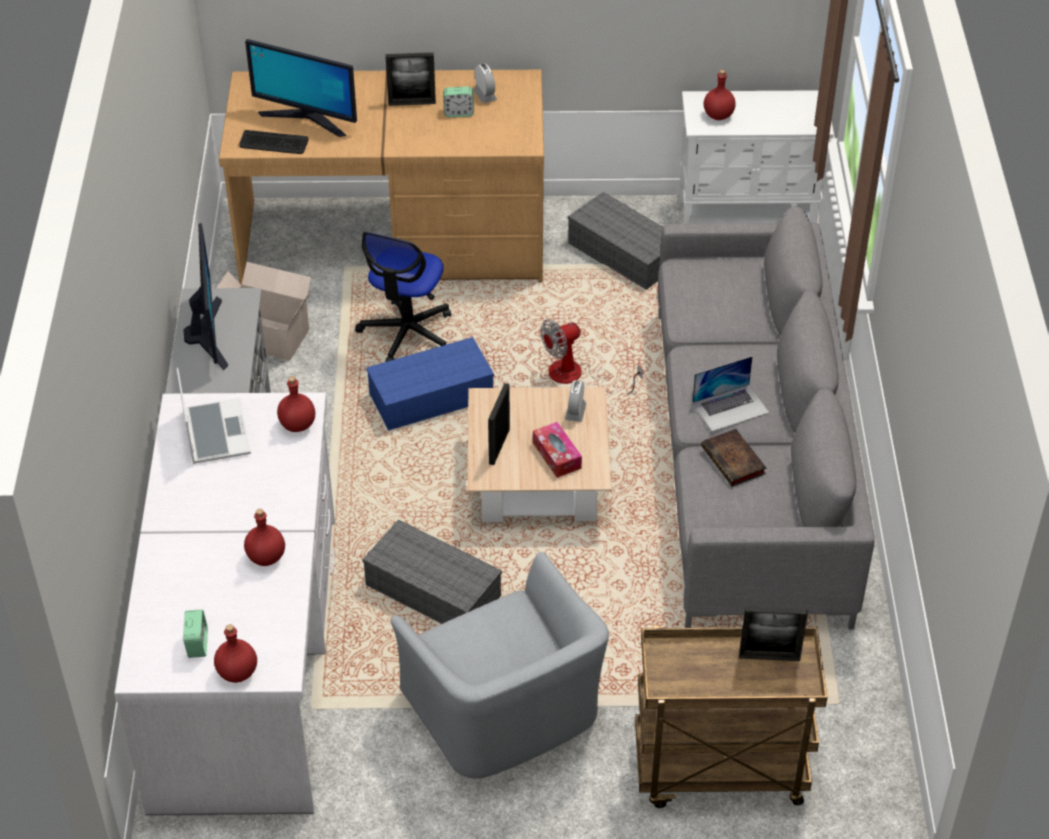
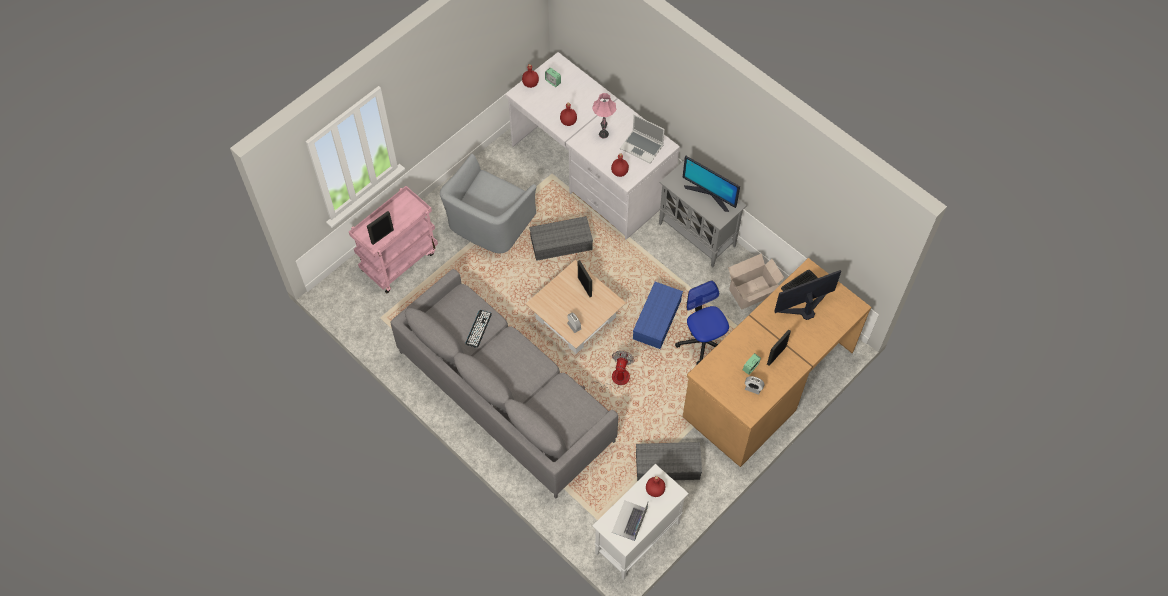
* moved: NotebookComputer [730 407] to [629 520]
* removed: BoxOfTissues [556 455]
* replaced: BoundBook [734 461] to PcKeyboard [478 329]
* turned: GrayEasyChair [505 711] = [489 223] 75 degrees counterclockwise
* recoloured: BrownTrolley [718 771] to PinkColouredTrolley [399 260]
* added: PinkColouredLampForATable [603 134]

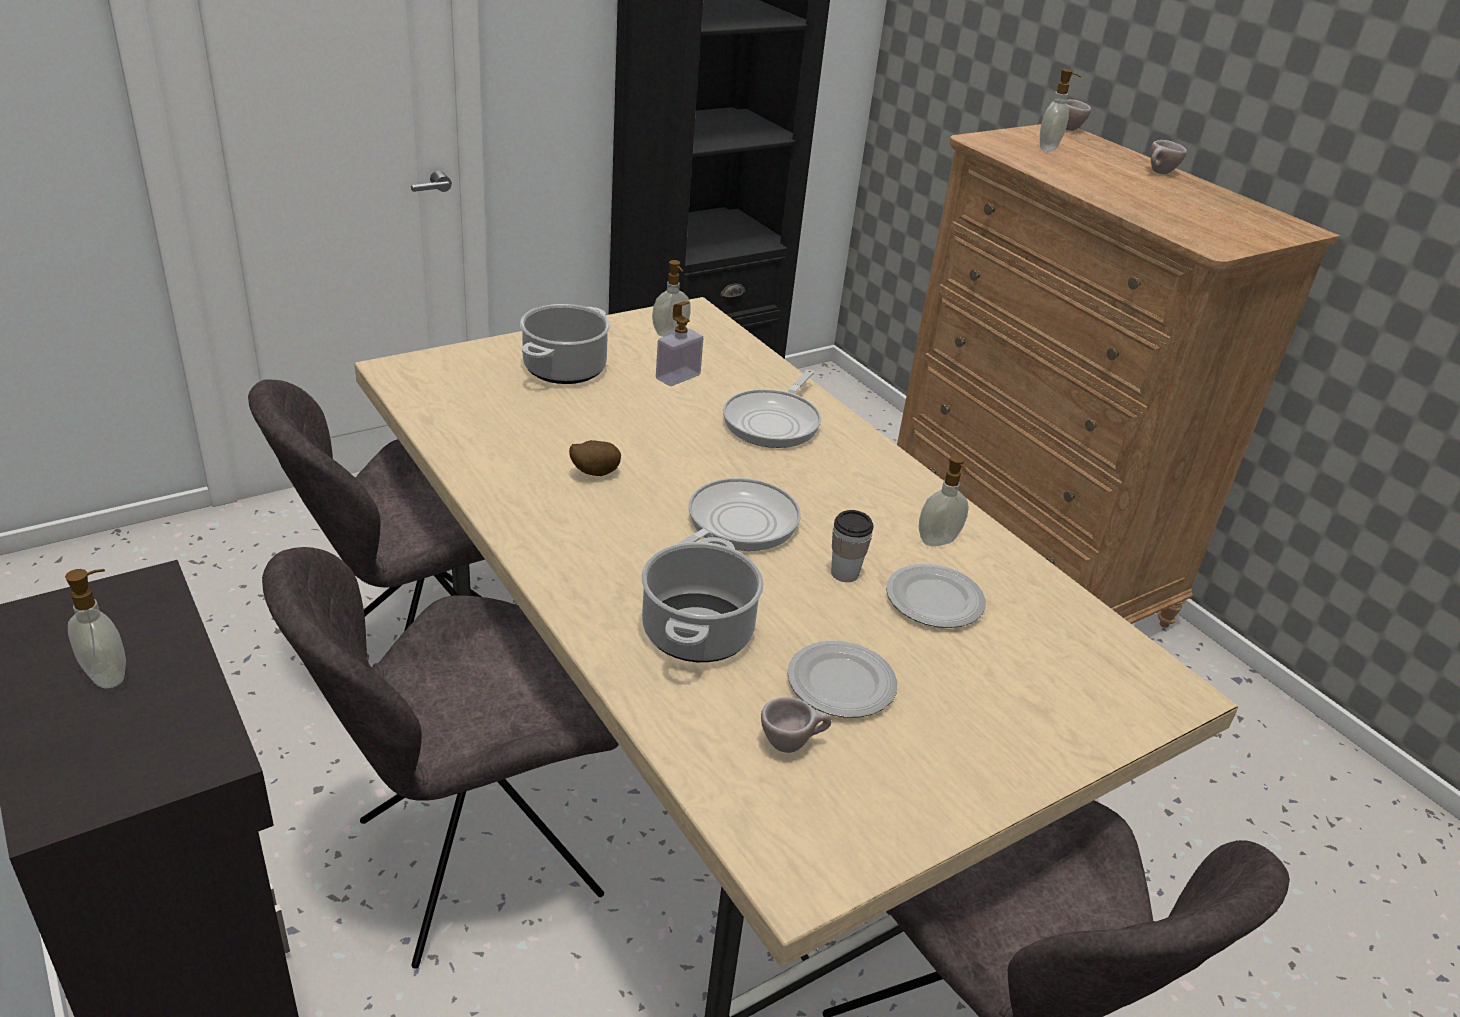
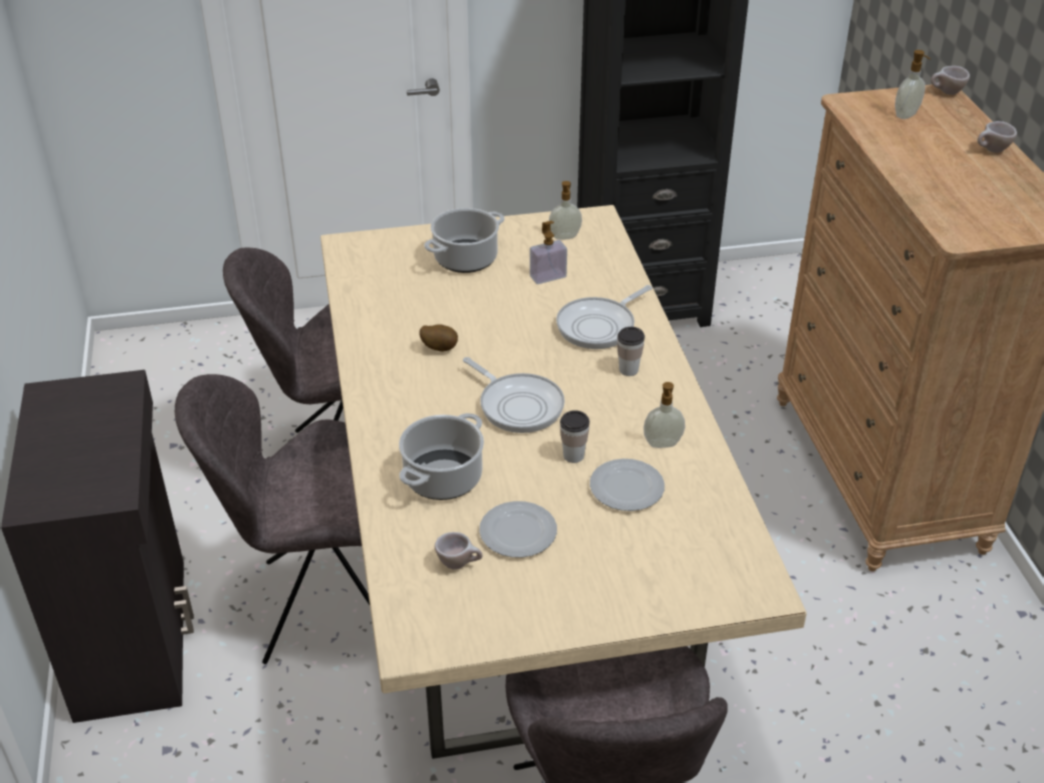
* turned: Pan [737 525] = [518 405] 75 degrees clockwise
* removed: LiquidSoapBottle [108 674]
* added: Cup [628 370]

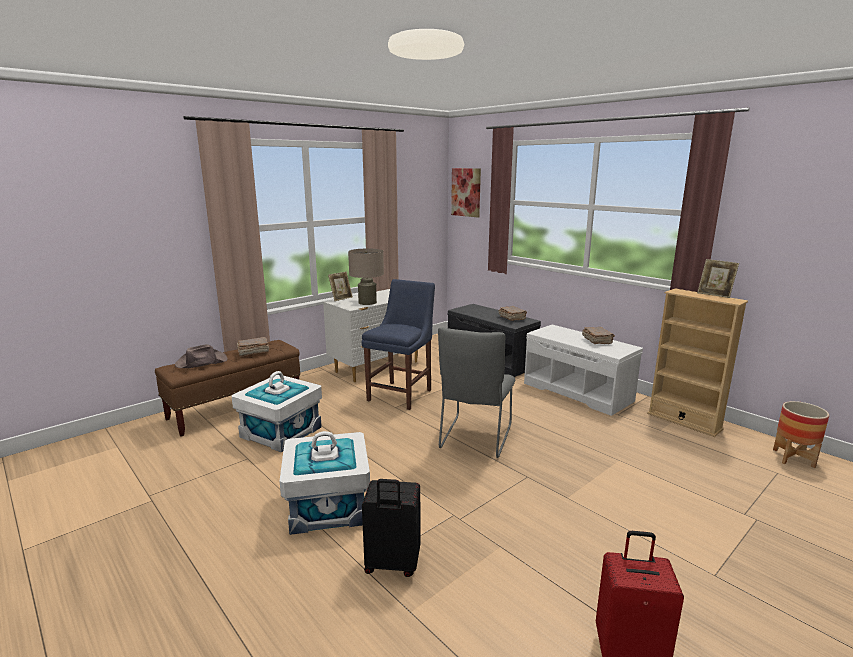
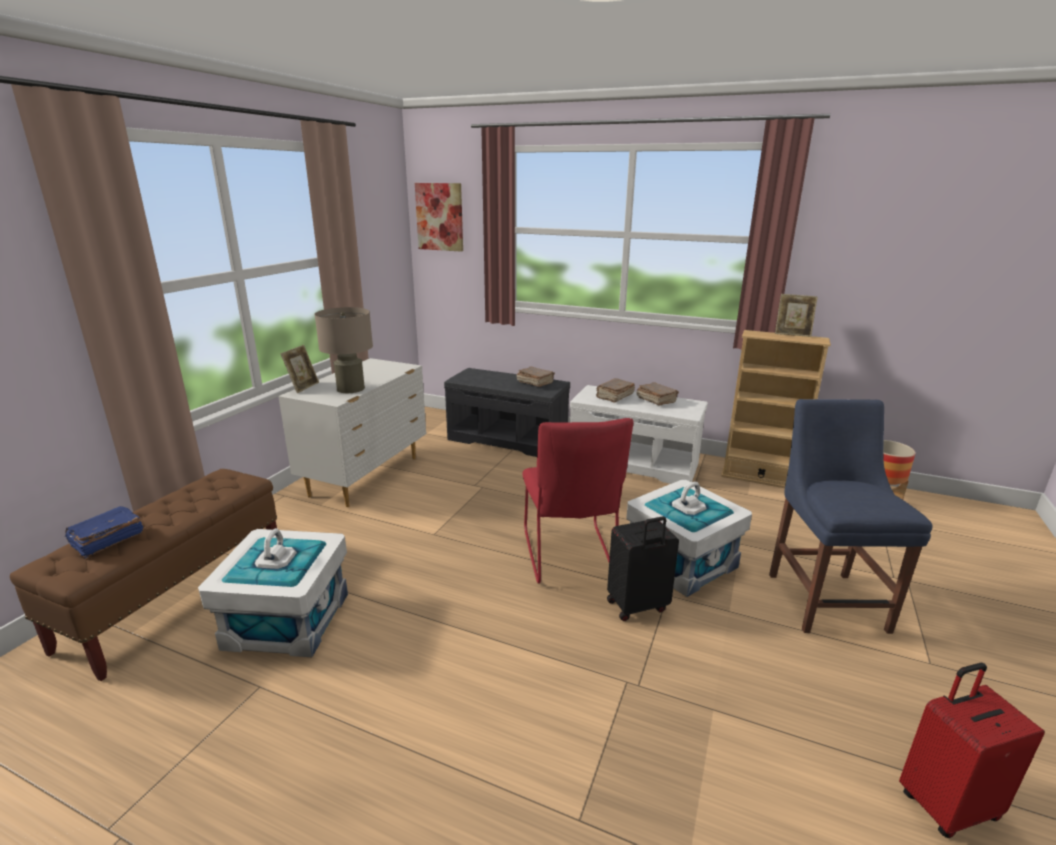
* moved: BlueColouredPlainChair [401 394] to [824 598]
* recoloured: GrayPlainChair [475 439] to RedColouredPlainChair [569 557]
* moved: BrownBoundBook [253 352] to [614 396]
* replaced: BrownClothingHat [201 362] to BlueColouredBoundBook [106 541]
* moved: WhiteColouredStorageBin [328 505] to [681 561]
* moved: BlackishSuitcase [392 565] to [637 606]

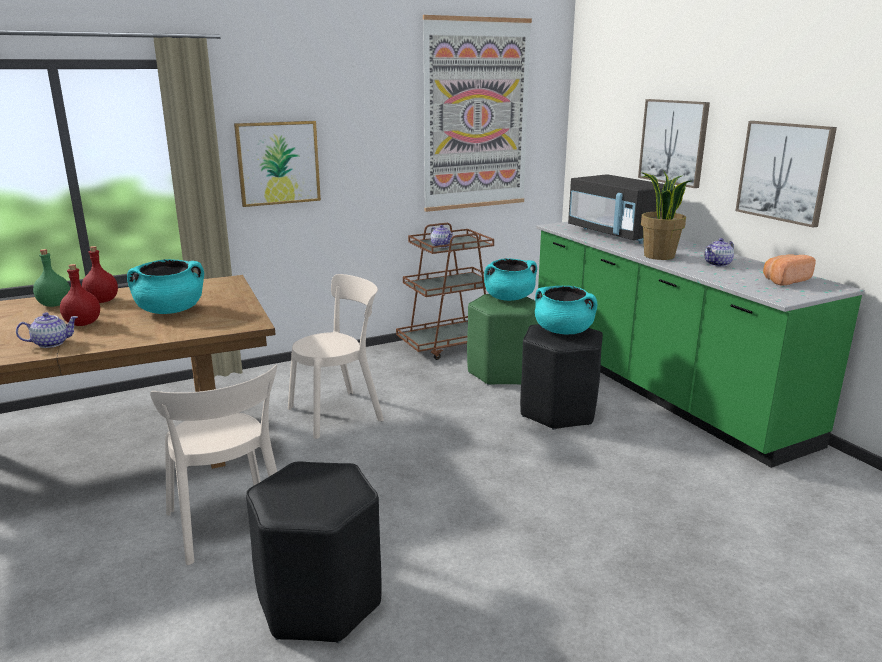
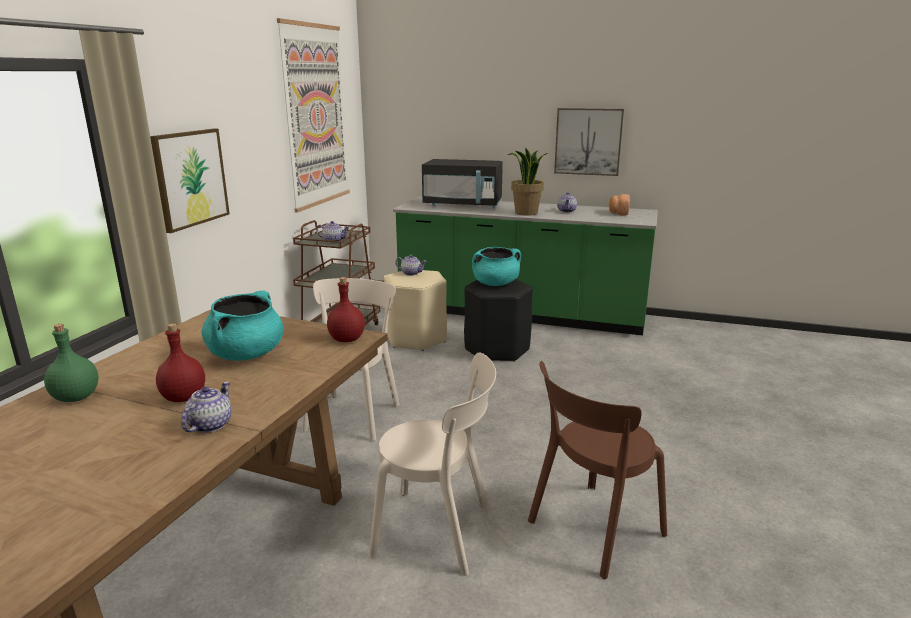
* removed: Picture [673 142]
* moved: RedColouredBeverageBottle [102 301] to [347 339]
* replaced: BlueGreenStockpot [509 298] to TeaPot [411 273]
* recoloured: GreenColouredStool [502 372] to BeigeStool [416 339]
* replaced: BlackishStool [319 601] to BrownPlainChair [592 530]

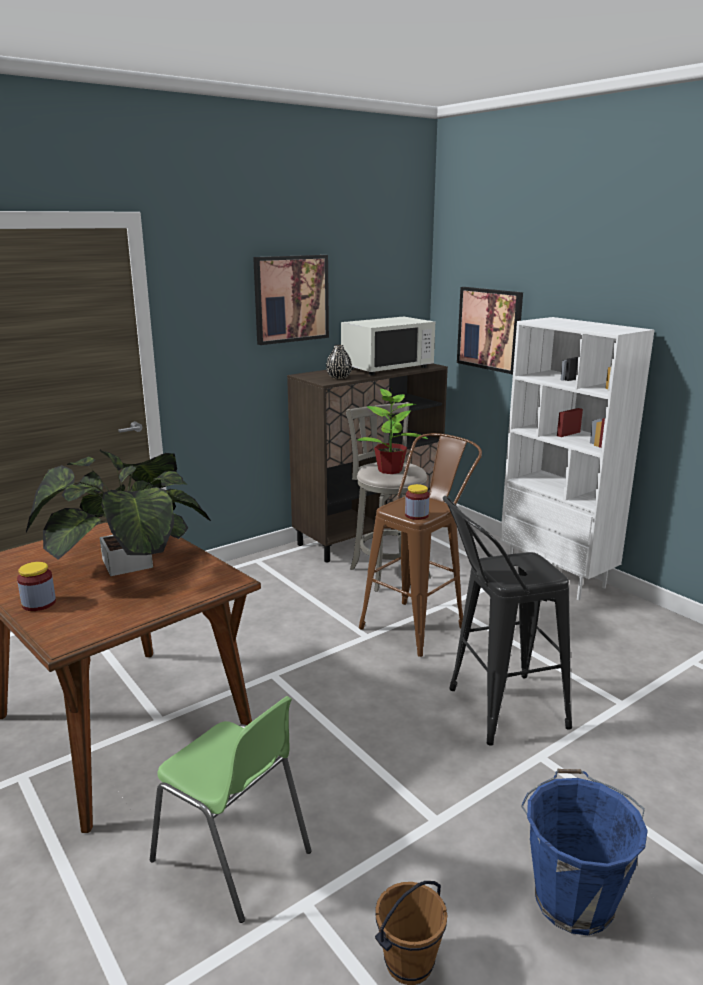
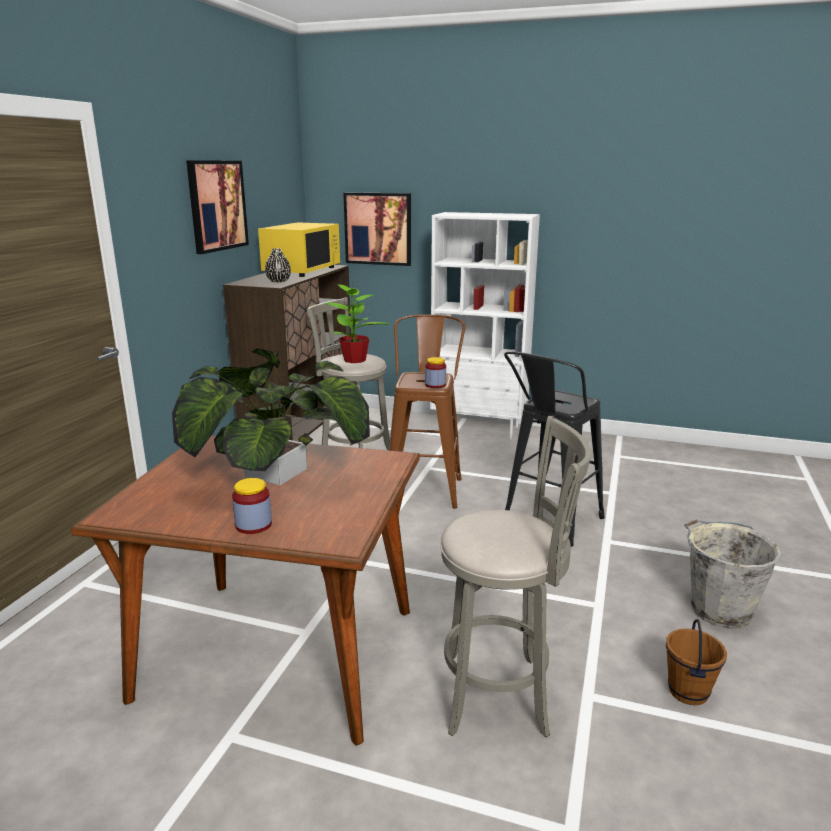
* recoloured: WhiteColouredKitchenMicrowave [387 368] to YellowColouredKitchenMicrowave [302 271]
* replaced: GreenColouredPlainChair [233 857] to GrayStool [501 695]
* recoloured: BlueColouredBucket [573 897] to GrayBucket [718 609]

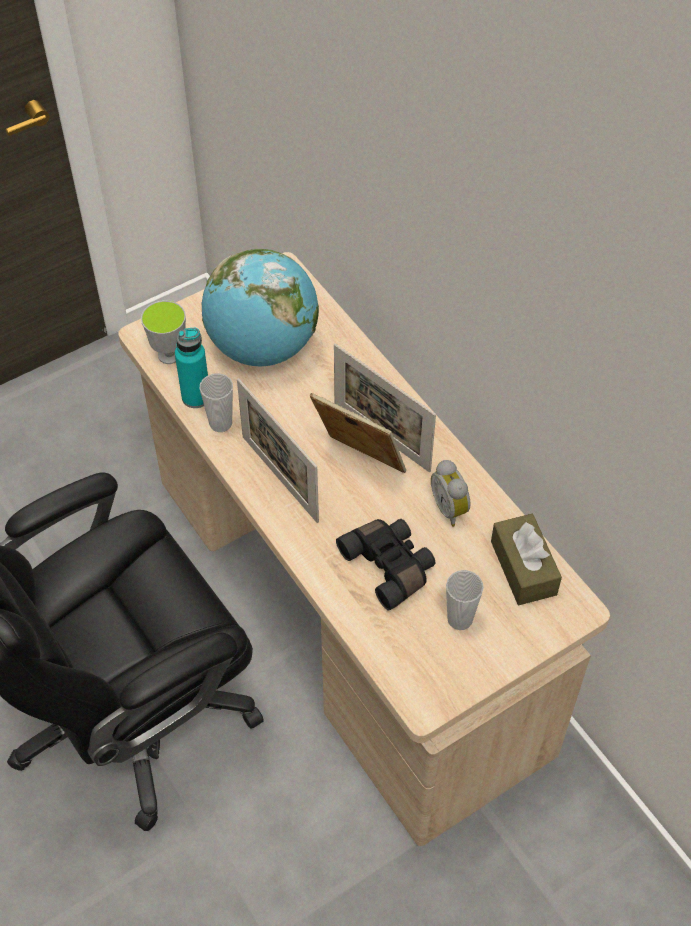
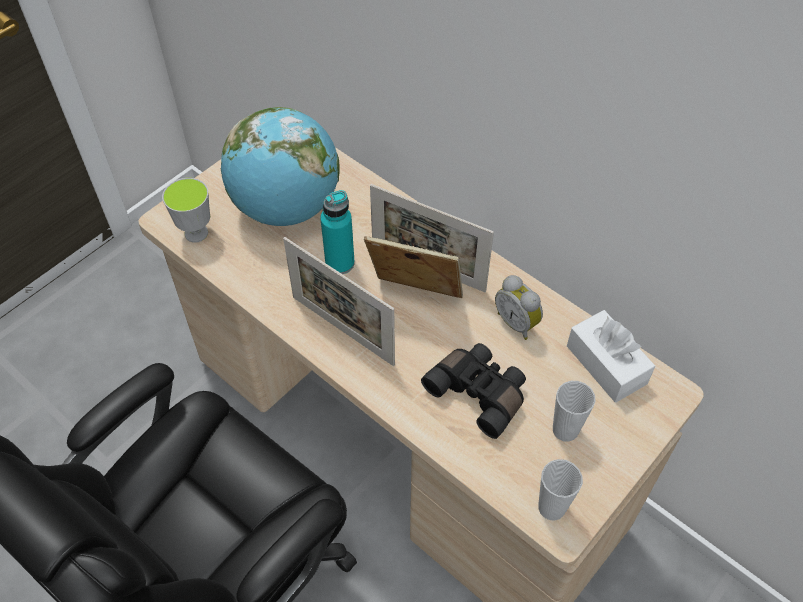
* moved: BlueGreenBeverageBottle [196 397] to [340 263]
* moved: Cup [220 423] to [551 508]
* recoloured: BrownBoxOfTissues [523 568] to WhiteColouredBoxOfTissues [606 364]

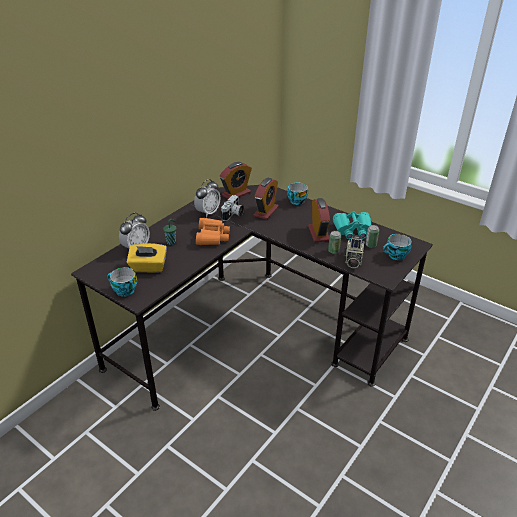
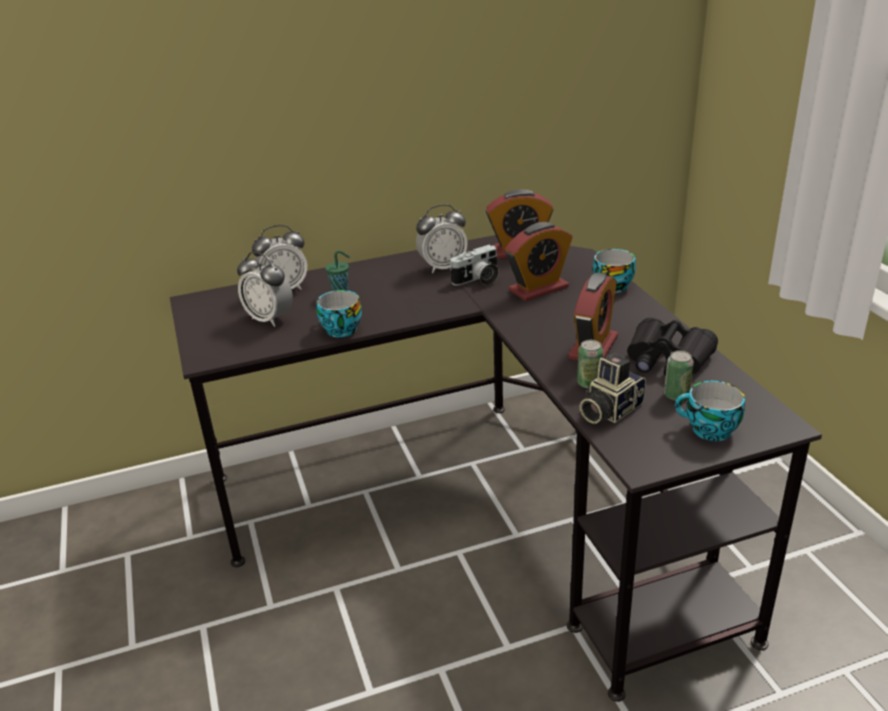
* recoloured: BlueGreenFieldGlasses [352 230] to BlackishFieldGlasses [667 359]
* removed: OrangeColouredFieldGlasses [212 237]
* replaced: YellowColouredBoxOfTissues [148 267] to BedsideClock [269 319]
* moved: Cup [123 291] to [339 329]

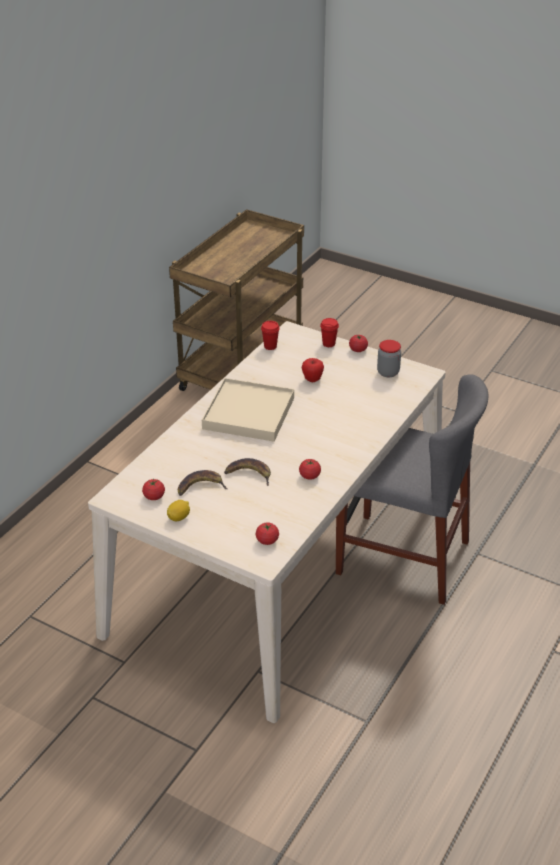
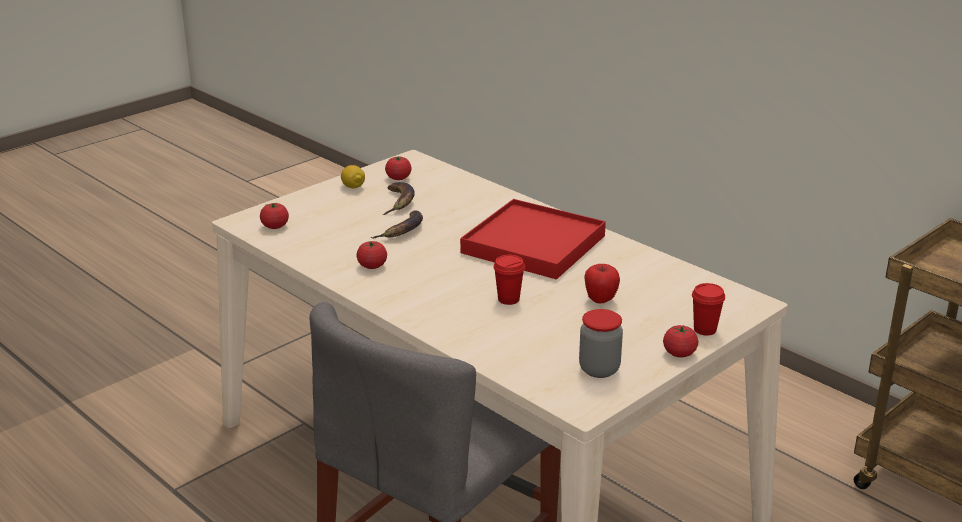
* moved: RedColouredCup [270 346] to [508 299]
* recoloured: BeigeTray [248 413] to RedColouredTray [533 244]

